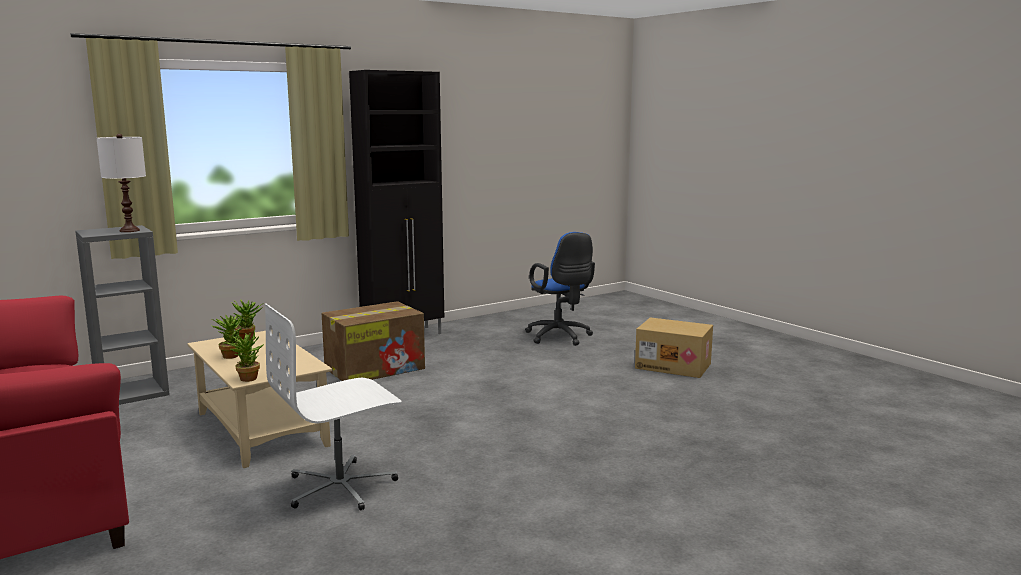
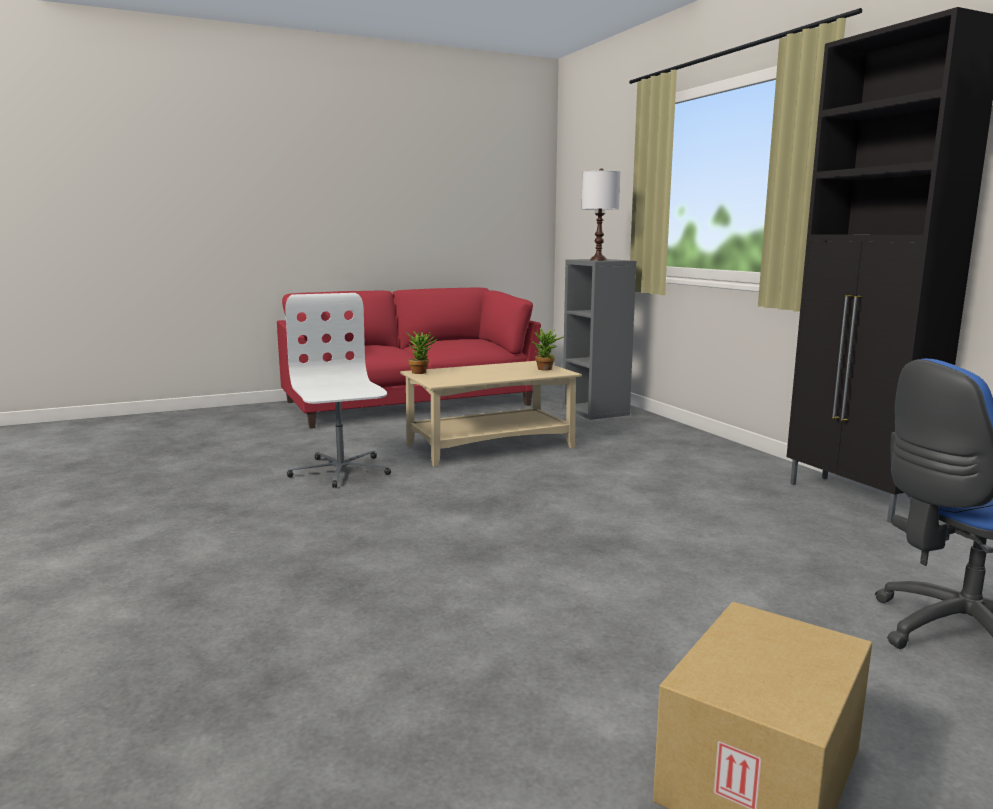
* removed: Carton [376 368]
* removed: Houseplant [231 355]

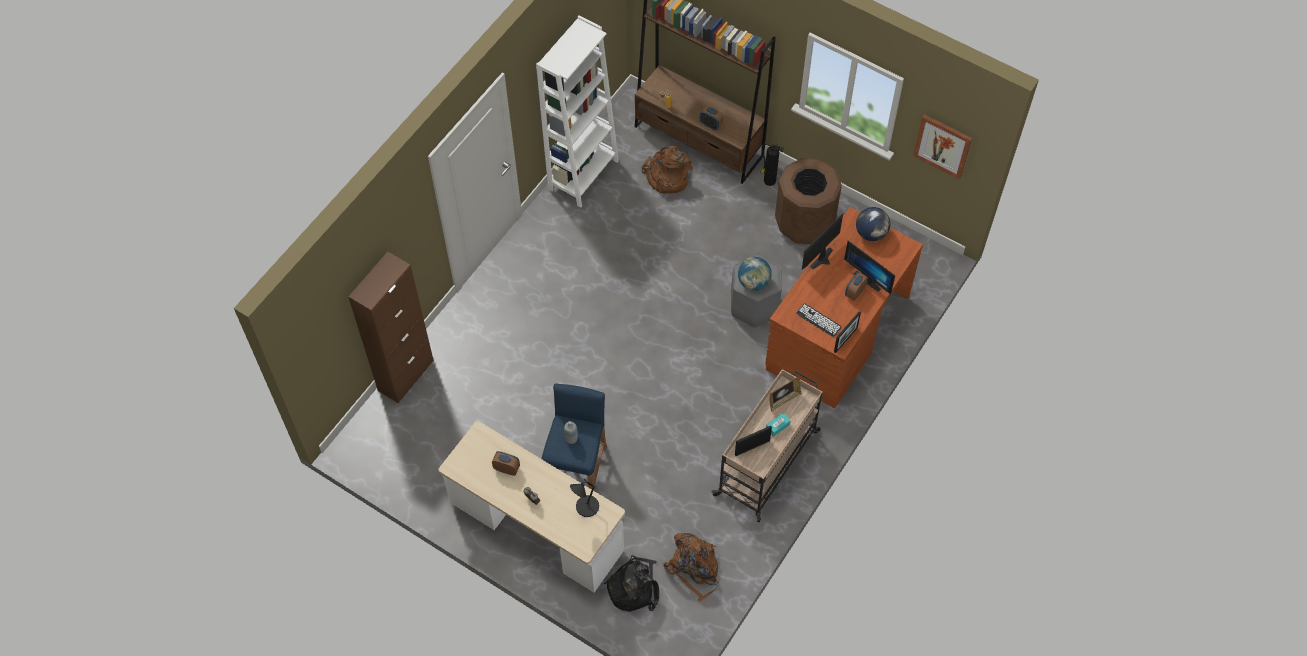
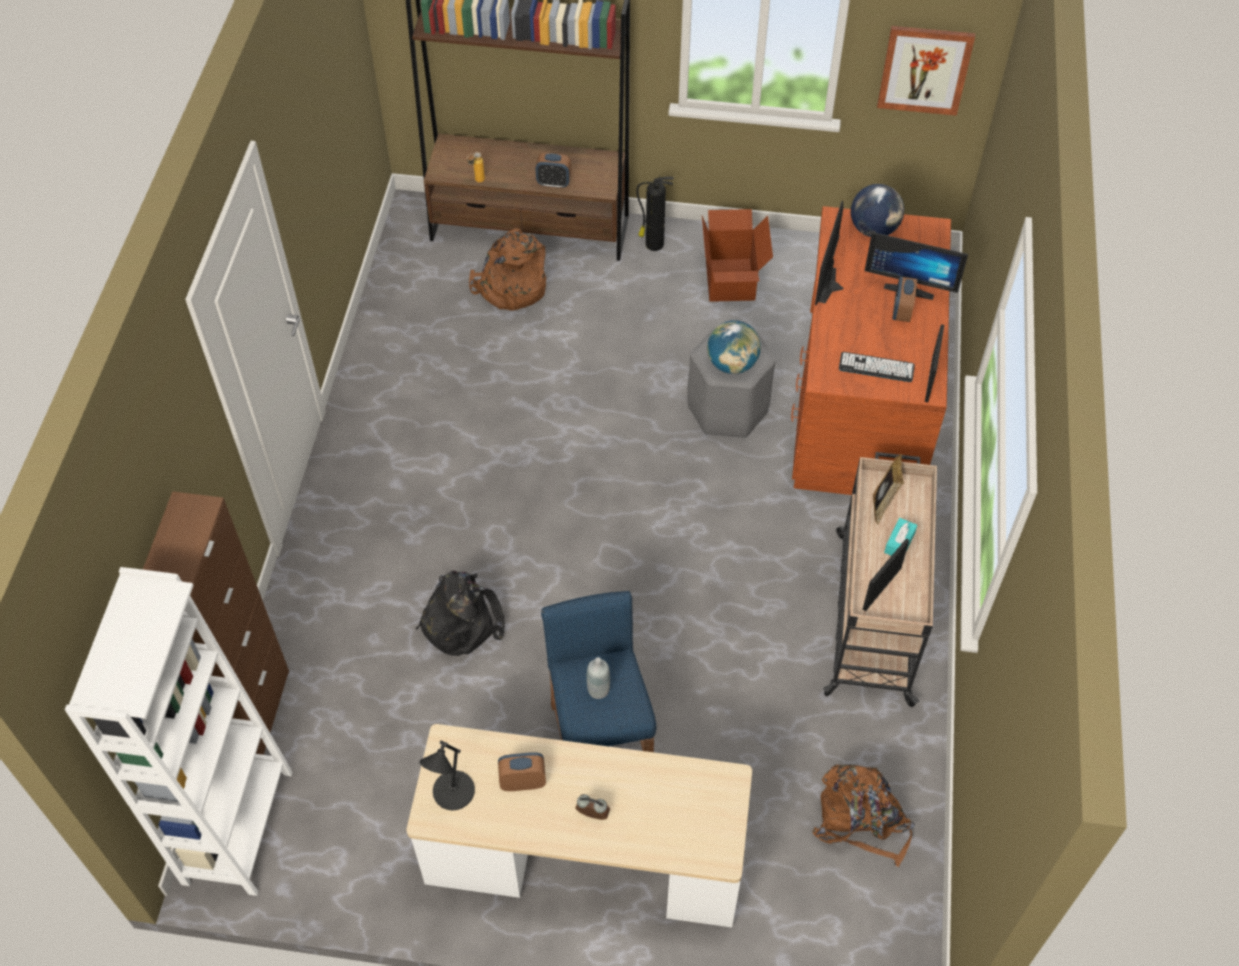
* moved: WhiteColouredBookshelf [583 175] to [238 827]
* replaced: BrownTrashCan [804 223] to Carton [731 280]
* moved: BlackishLampForATable [586 507] to [452 793]
* moved: BlackishRucksack [634 587] to [461 620]

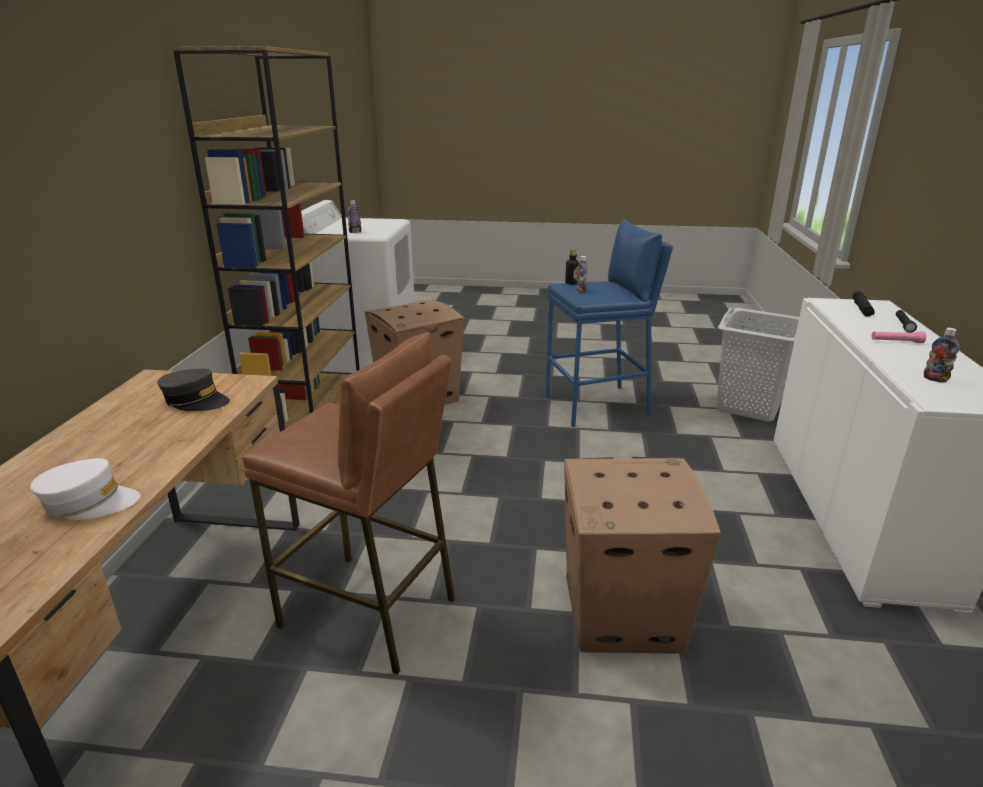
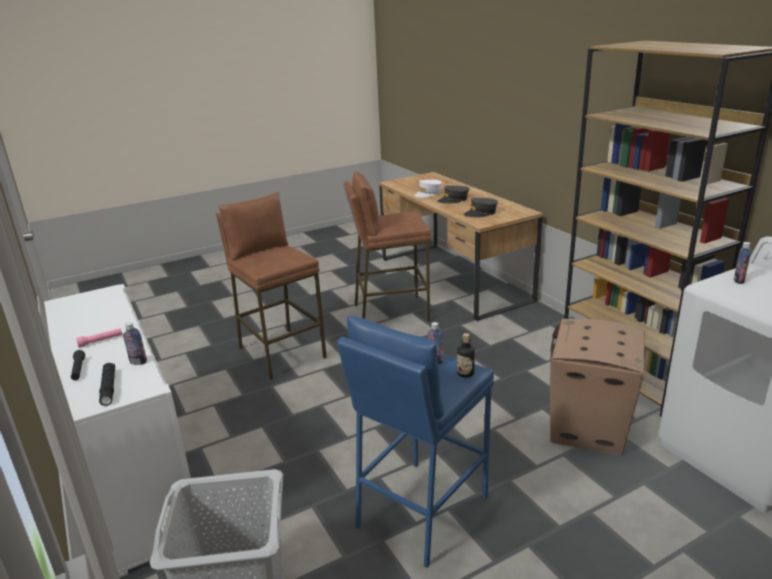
* moved: BeverageBottle [935 379] to [138 362]
* replaced: Carton [620 614] to BrownStool [281 352]
* added: GrayCap [453 200]

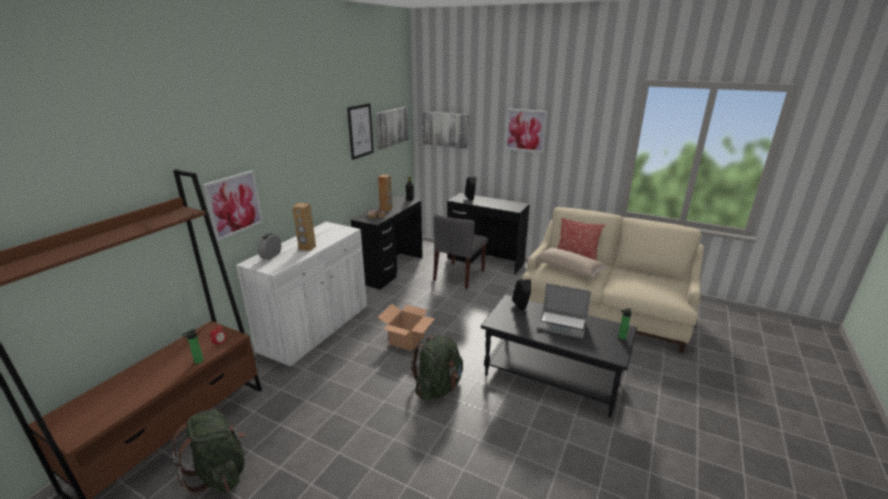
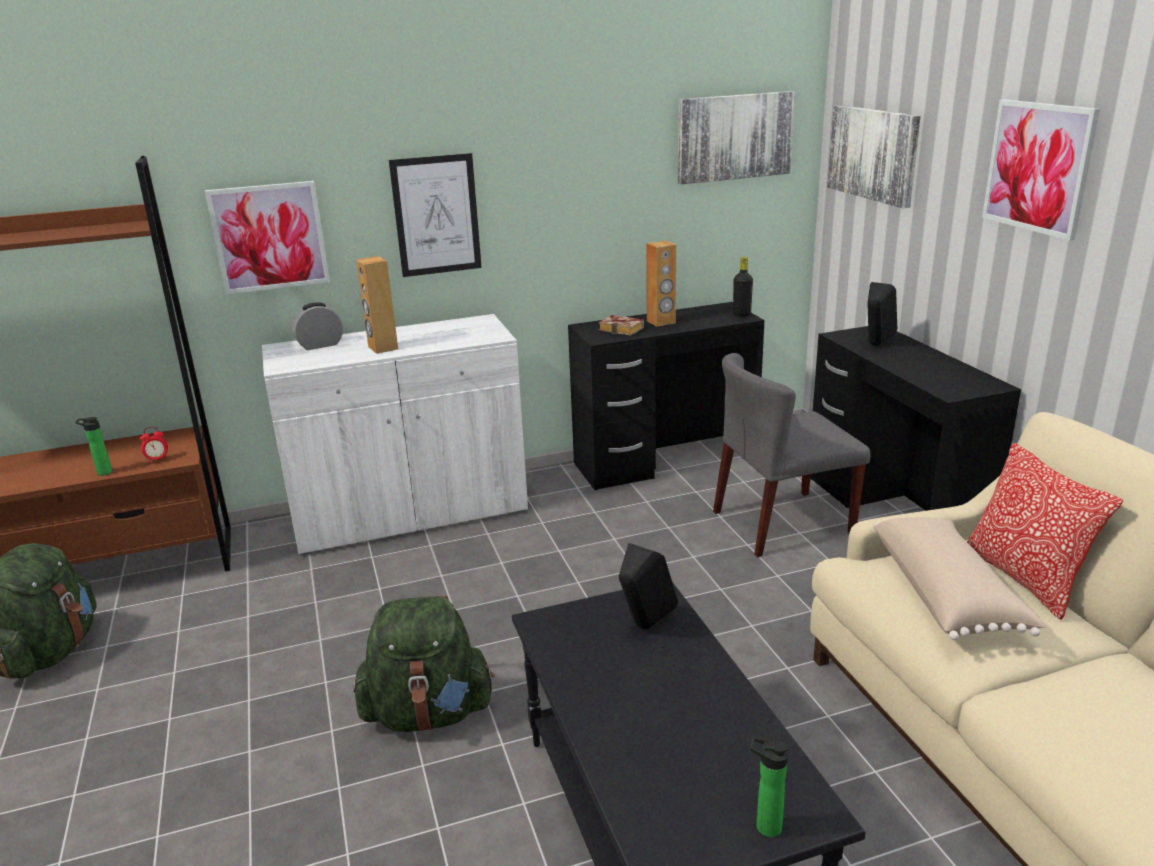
* moved: Picture [360 131] to [436 215]
* removed: NotebookComputer [563 325]
* removed: Carton [407 340]

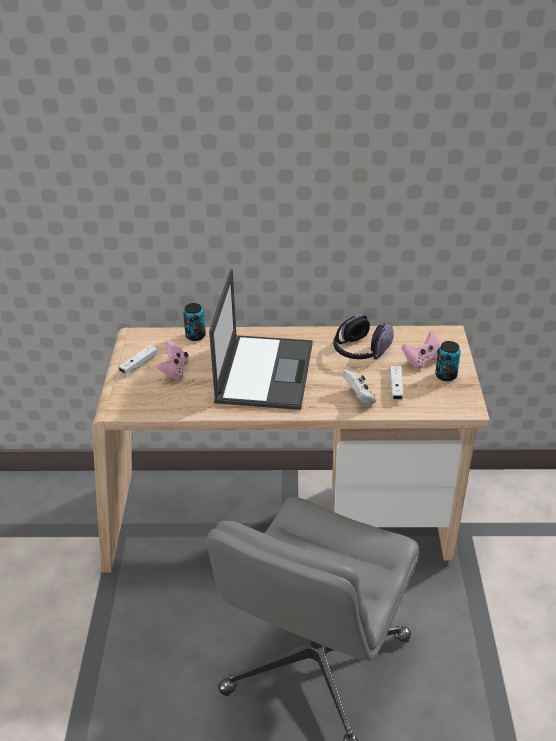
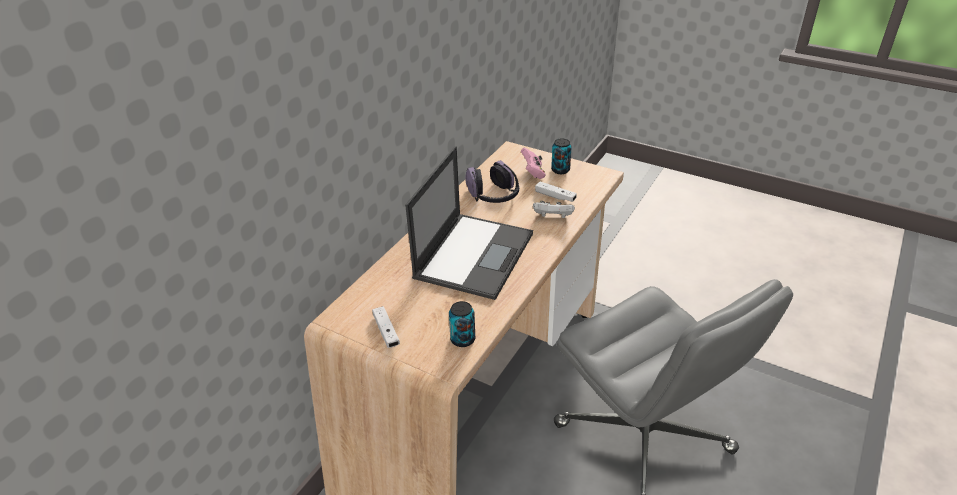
* turned: NotebookComputer [264 371] = [474 254] 75 degrees clockwise
* moved: MetalCan [195 336] to [462 339]
* removed: PinkColouredGamepad [174 371]

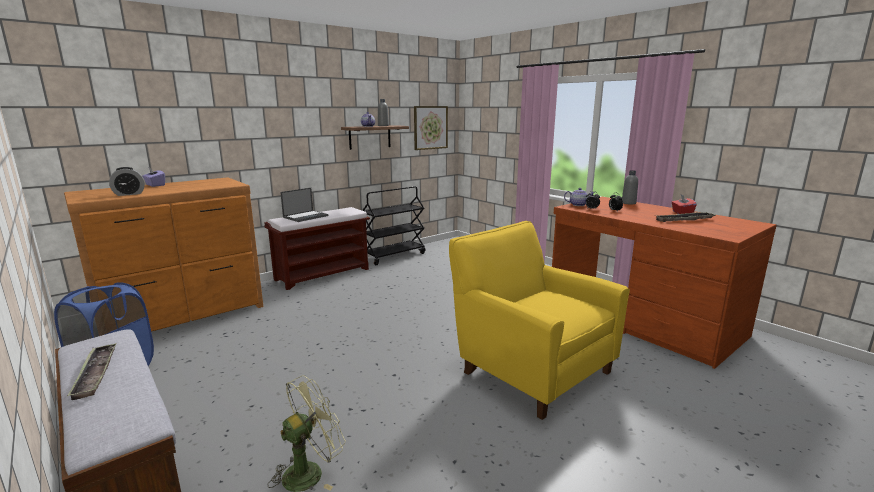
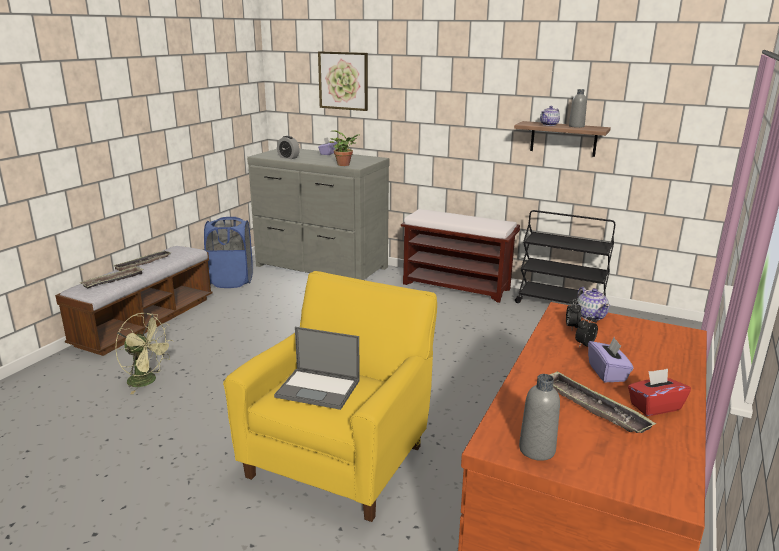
* moved: Picture [430 127] to [343 81]
* moved: GrayBeverageBottle [628 203] to [537 449]
* recoloured: BrownDresser [184 315] to GrayDresser [321 267]
* moved: NotebookComputer [306 216] to [319 388]
* added: Houseplant [345 164]
* added: Tray [113 280]
* added: PurpleBoxOfTissues [607 373]

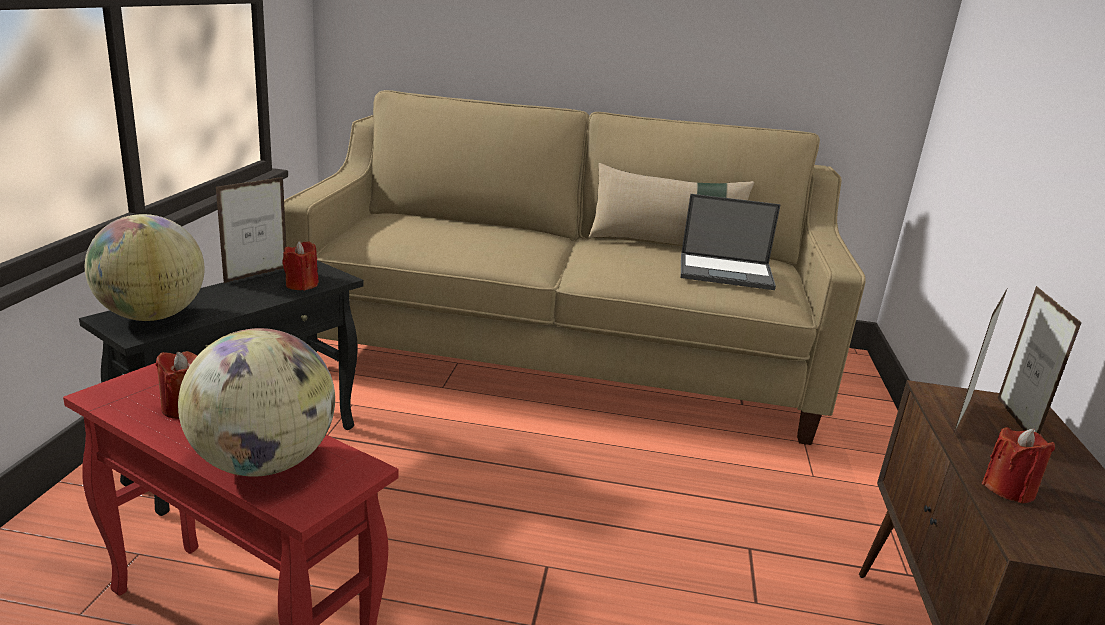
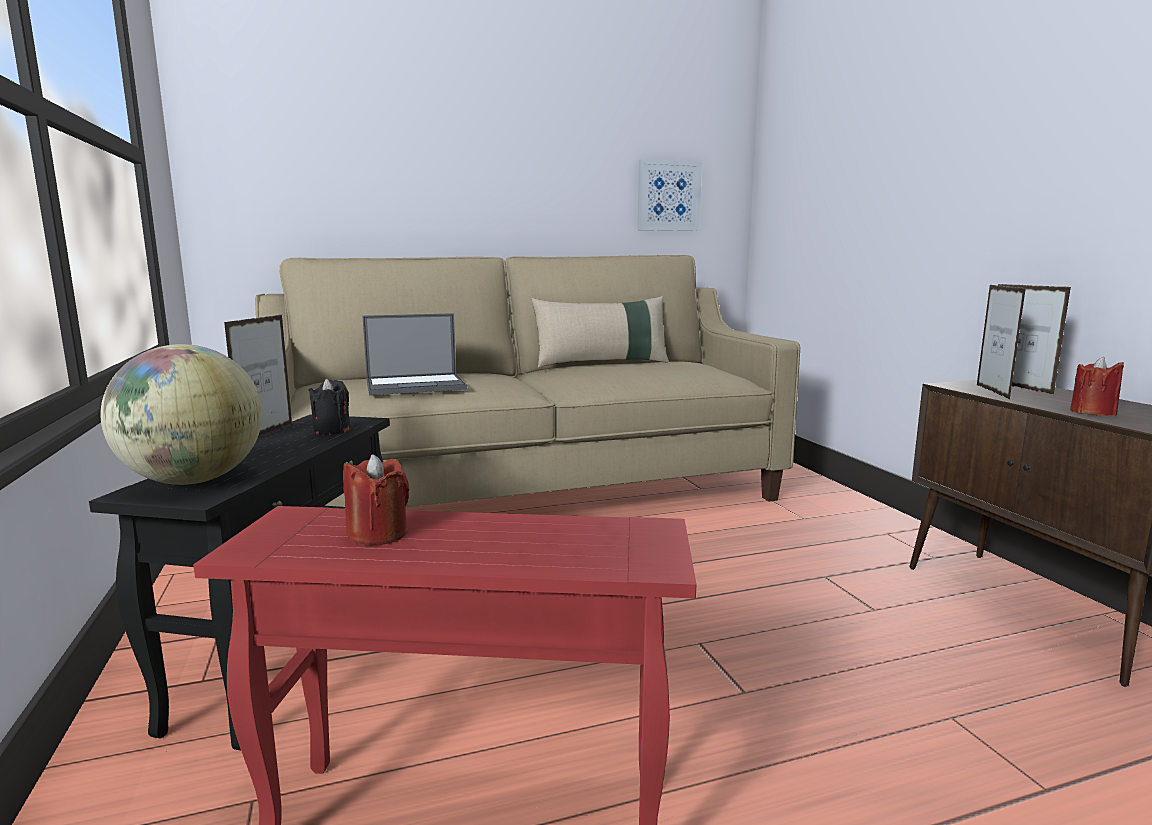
* moved: NotebookComputer [727 272] to [417 385]
* recoloured: RedColouredWaxCandle [301 285] to BlackishWaxCandle [332 431]
* removed: DeskGlobe [264 463]
* added: Picture [668 196]

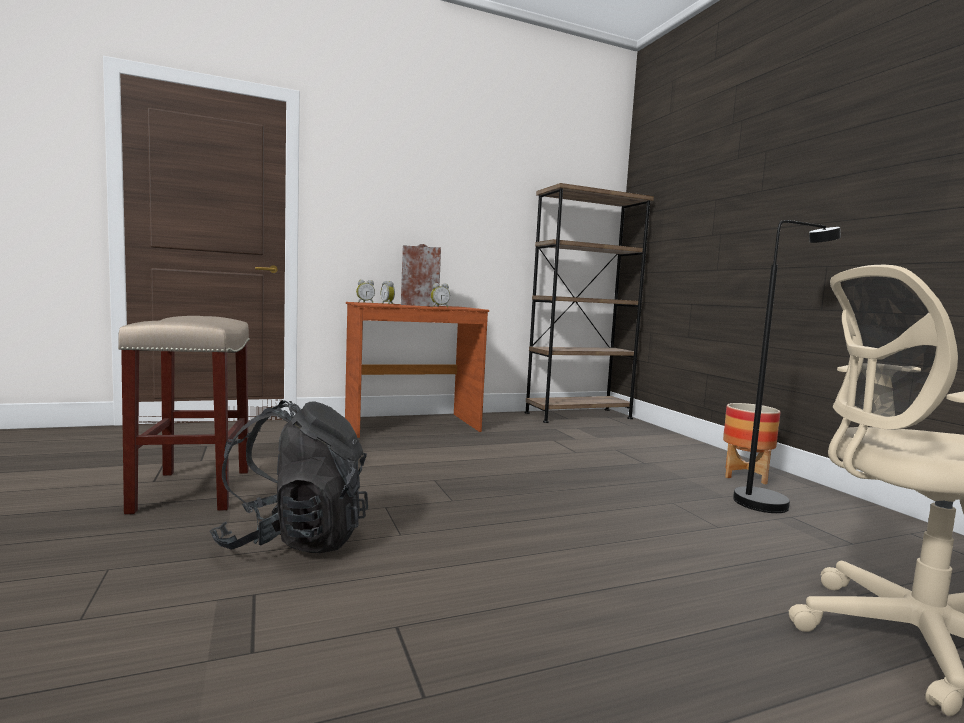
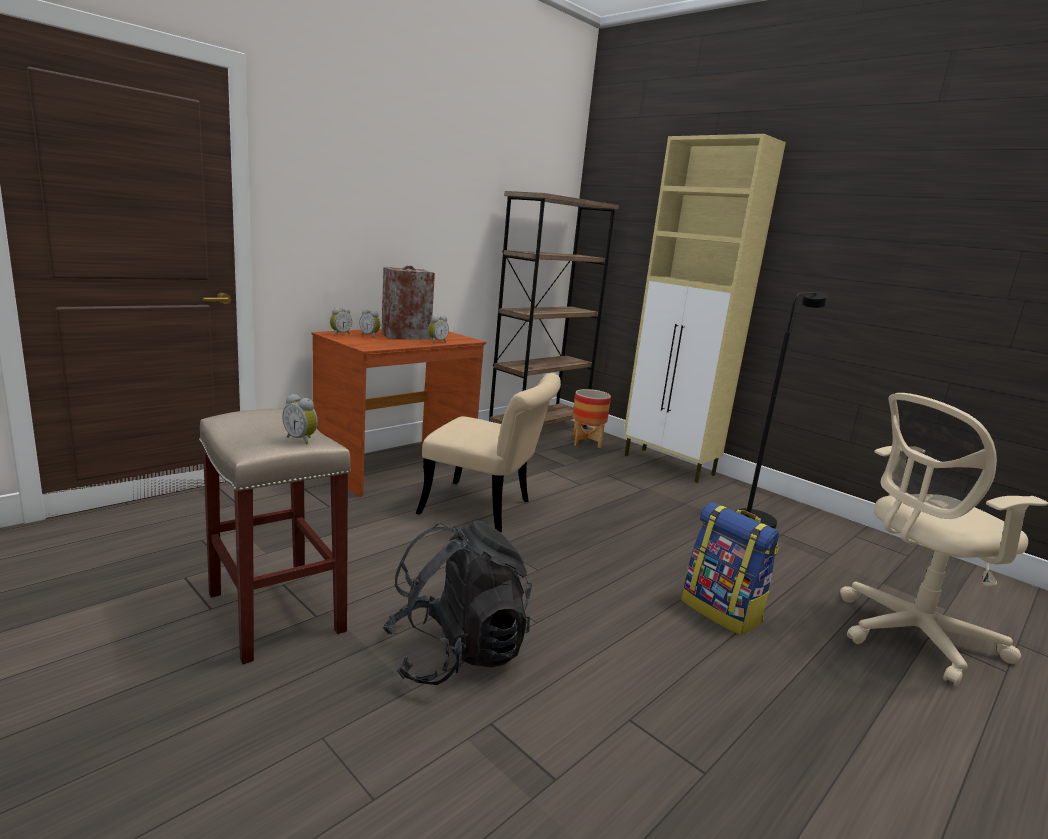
* moved: FlowerPot [745 476] to [586 442]
* added: BeigeStorageCabinet [669 465]
* added: BeigePlainChair [487 509]
* added: BedsideClock [302 439]
* added: Rucksack [722 611]

